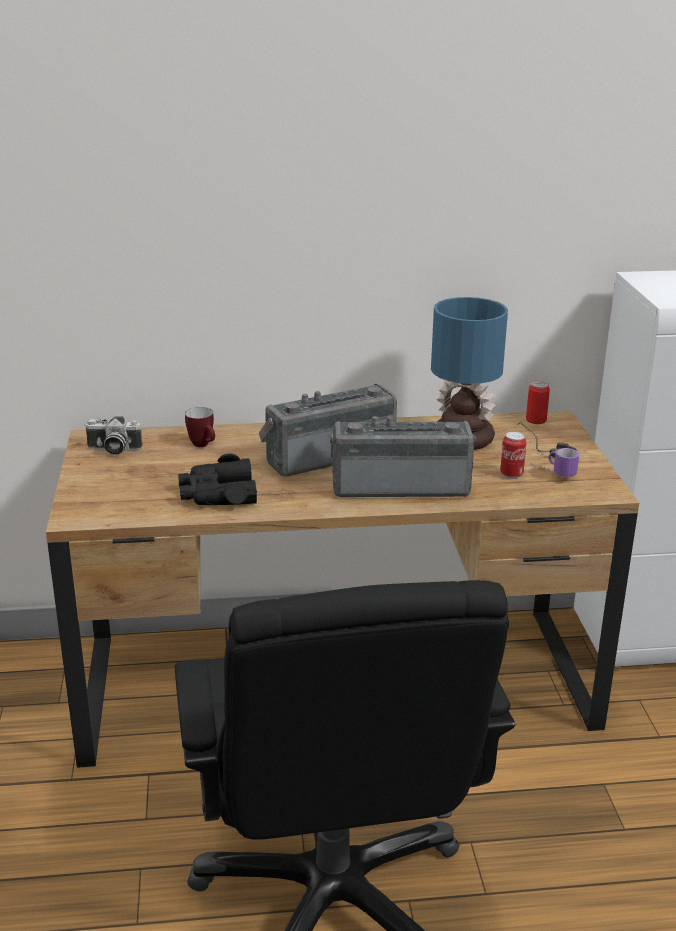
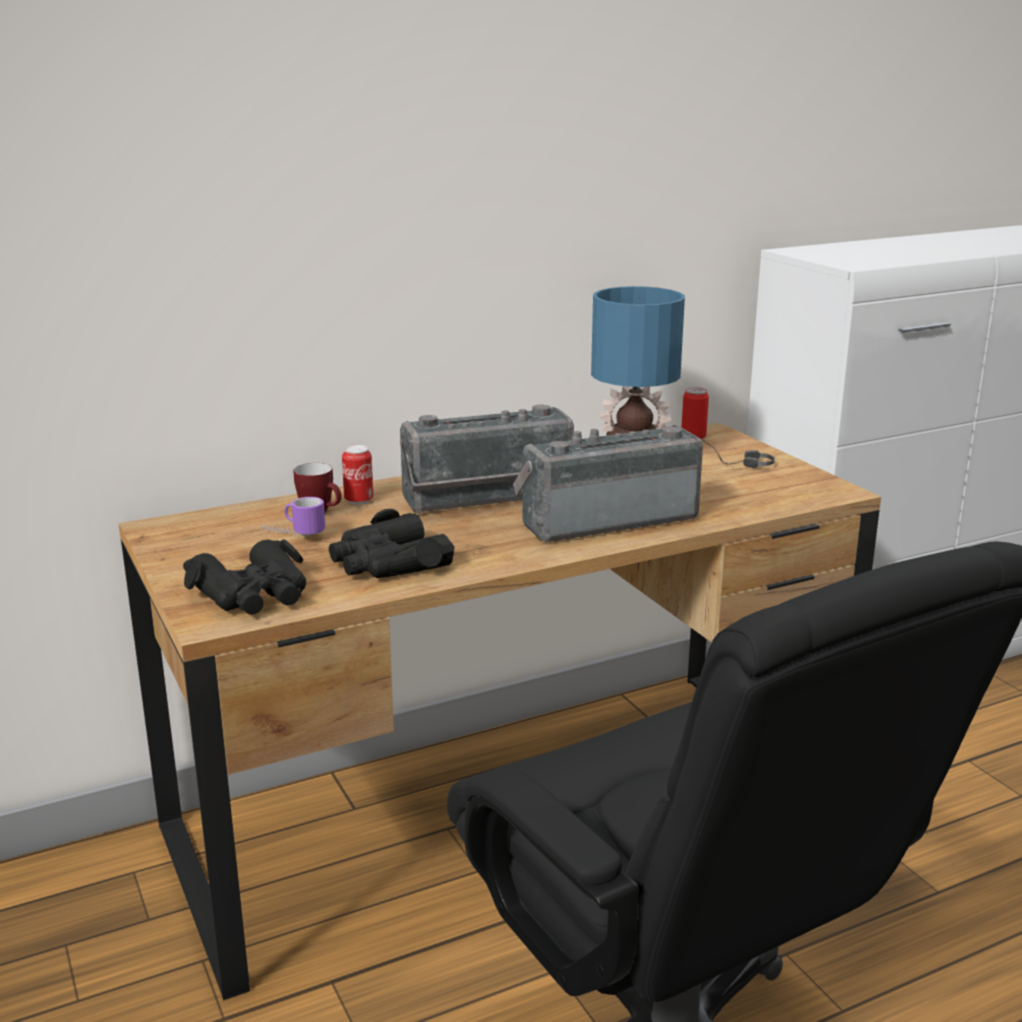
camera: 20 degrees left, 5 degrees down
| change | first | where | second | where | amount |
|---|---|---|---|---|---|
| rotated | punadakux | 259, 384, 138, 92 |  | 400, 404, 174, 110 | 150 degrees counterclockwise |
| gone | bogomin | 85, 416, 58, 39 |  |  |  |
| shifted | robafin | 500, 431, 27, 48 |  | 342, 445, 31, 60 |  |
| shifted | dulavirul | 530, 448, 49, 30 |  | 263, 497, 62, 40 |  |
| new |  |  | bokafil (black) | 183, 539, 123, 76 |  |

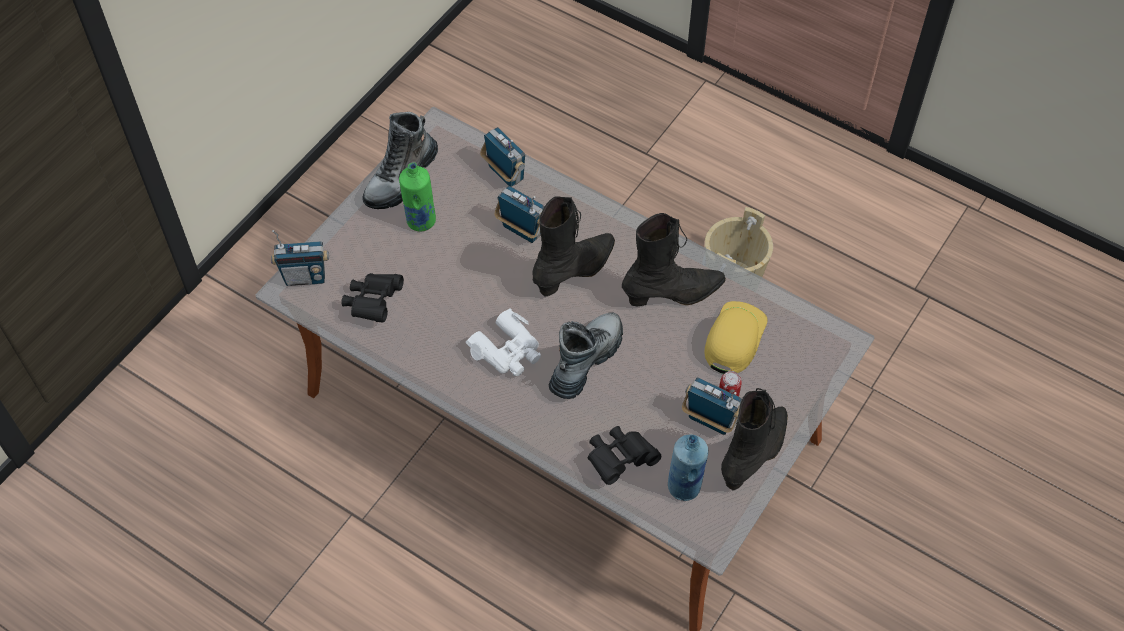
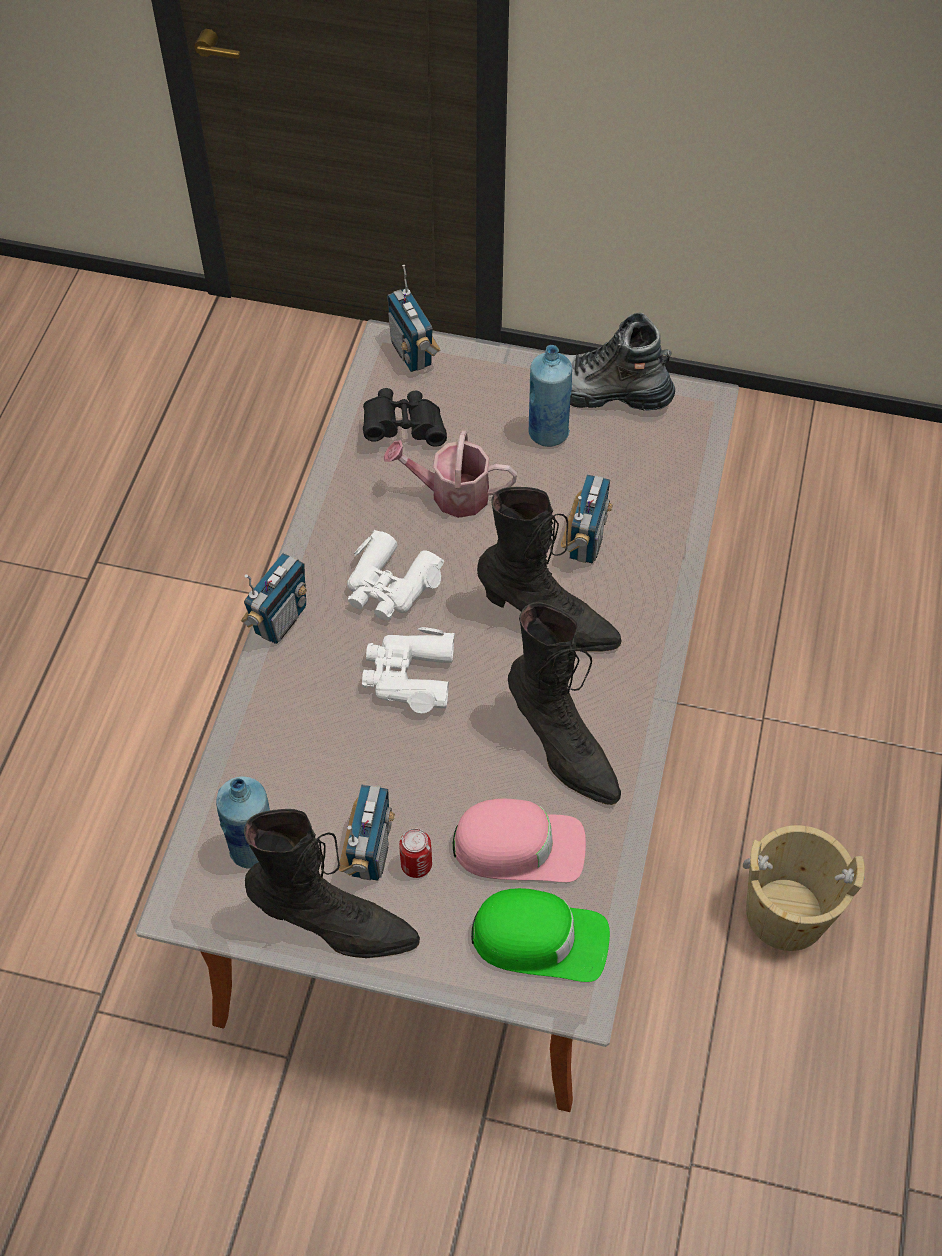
camera: 70 degrees right, 0 degrees up
| change | first | where | second | where | amount |
|---|---|---|---|---|---|
| shifted | punadakux | 480, 127, 45, 60 |  | 241, 553, 66, 91 |  |
| repainted | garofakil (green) | 399, 162, 37, 70 | garofakil (blue) | 528, 345, 44, 102 |  |
| repainted | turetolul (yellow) | 704, 301, 64, 73 | turetolul (pink) | 453, 798, 133, 84 |  |
| swapped | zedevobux | 549, 312, 74, 87 | bokafil (white) | 362, 627, 93, 86 |  |
| gone | bokafil (black) | 588, 426, 73, 59 |  |  |  |
| new |  |  | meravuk | 383, 430, 134, 88 |  |
| new |  |  | turetolul (green) | 471, 888, 139, 94 |  |

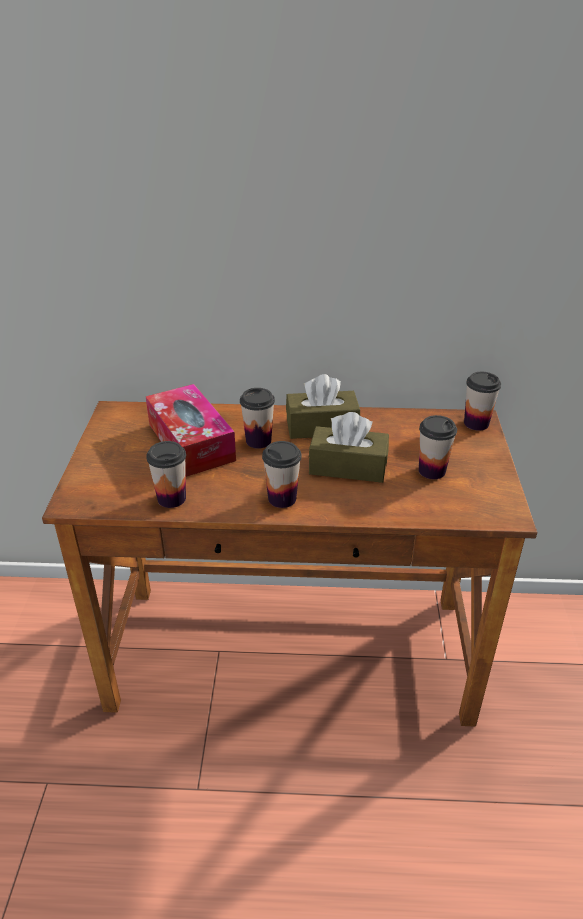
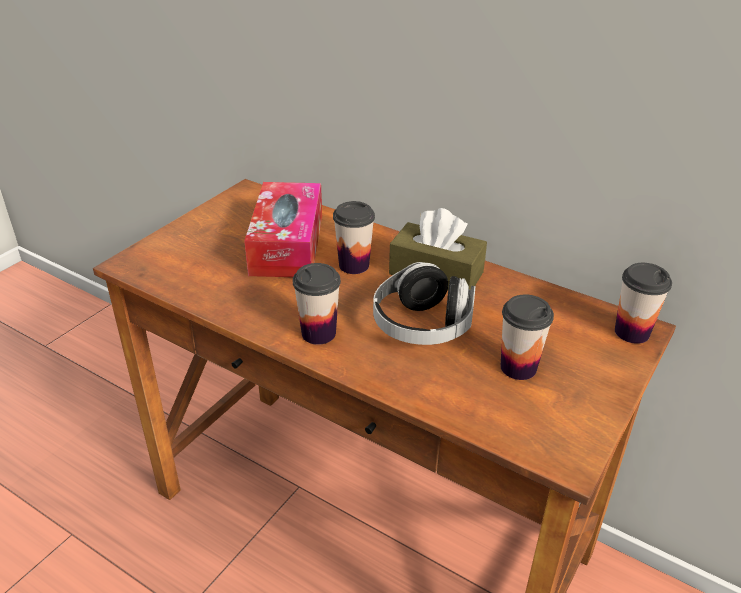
camera: 30 degrees right, 0 degrees up
| change | first | where | second | where | amount |
|---|---|---|---|---|---|
| swapped | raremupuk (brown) | 309, 412, 80, 71 | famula | 373, 262, 102, 83 |  |
| gone | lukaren | 146, 441, 40, 67 |  |  |  |

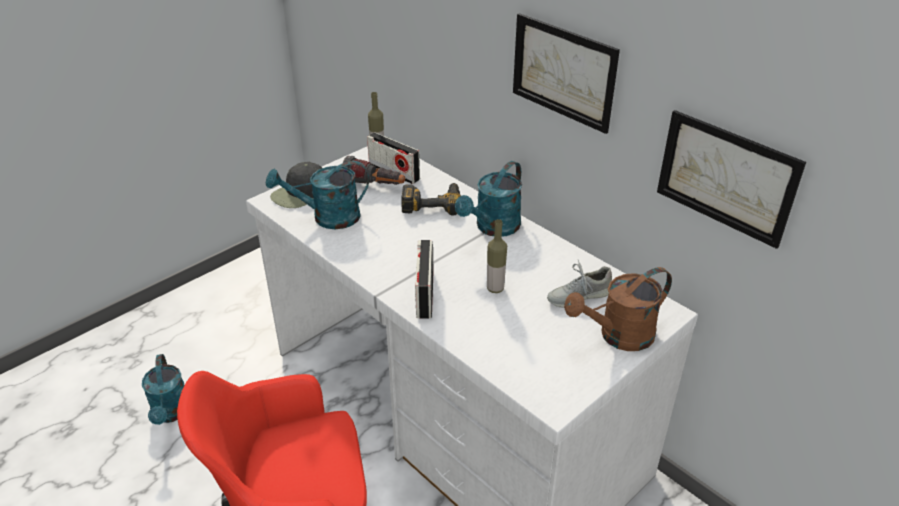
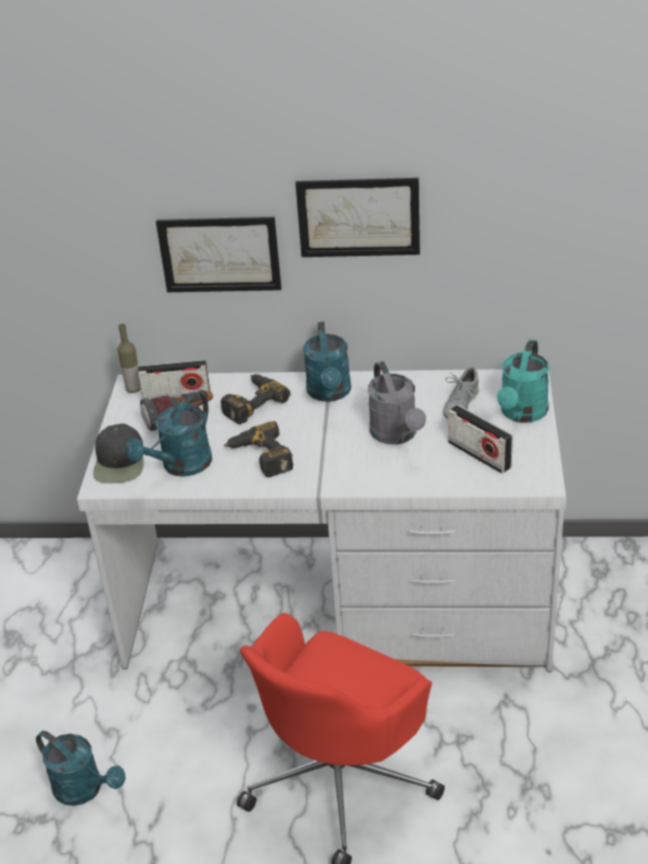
camera: 40 degrees left, 0 degrees up
| change | first | where | second | where | amount |
|---|---|---|---|---|---|
| shifted | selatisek | 657, 110, 149, 139 |  | 156, 217, 126, 75 |  |
| swapped | garofakil | 487, 219, 20, 74 | meravuk (grey) | 368, 361, 58, 83 |  |
| shifted | punadakux | 415, 240, 18, 79 |  | 448, 405, 65, 69 |  |
| repainted | meravuk (brown) | 564, 267, 108, 84 | meravuk (turquoise) | 497, 339, 53, 84 |  |
| new |  |  | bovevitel | 224, 421, 70, 56 |  |

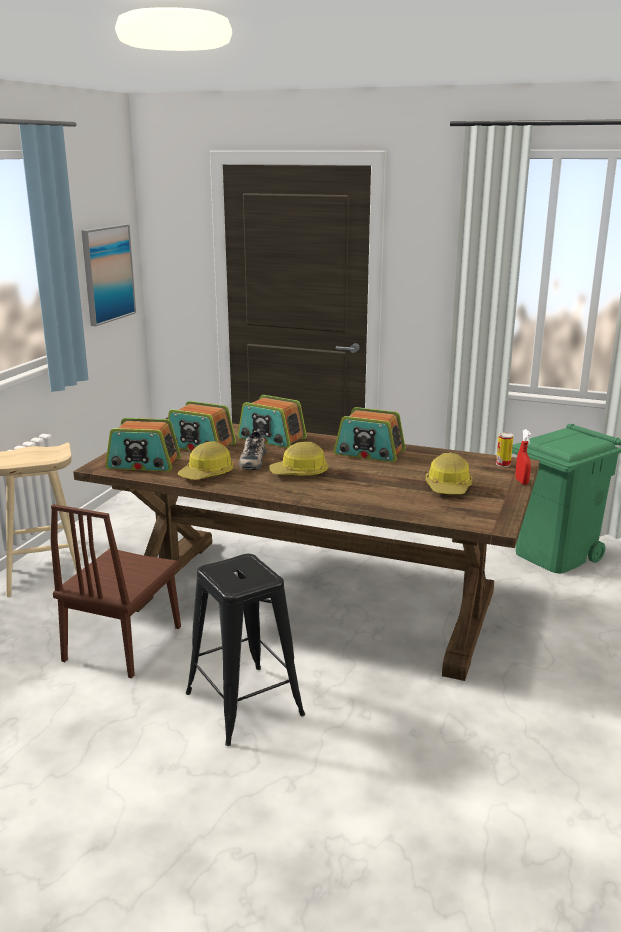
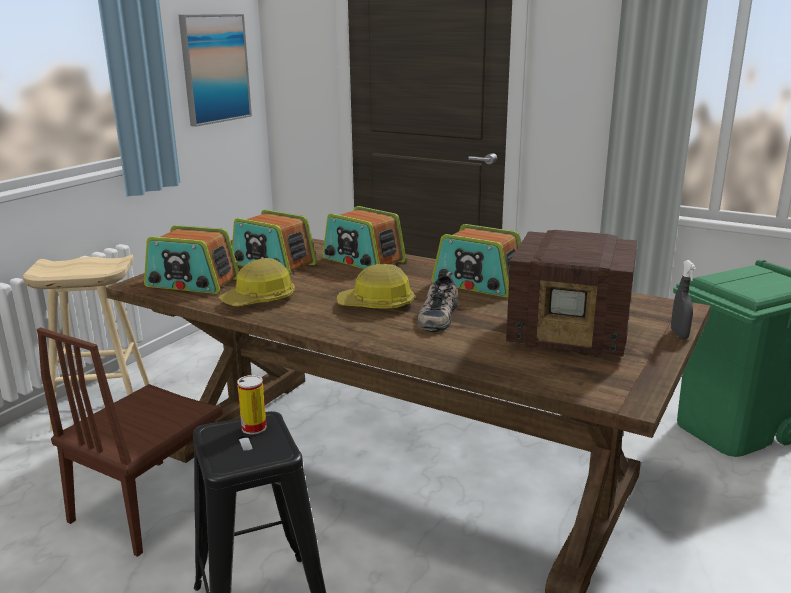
camera: 10 degrees right, 0 degrees up
| change | first | where | second | where | amount |
|---|---|---|---|---|---|
| shifted | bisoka | 239, 429, 27, 41 |  | 417, 272, 41, 60 |  |
| repainted | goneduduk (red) | 515, 429, 17, 56 | goneduduk (grey) | 671, 260, 25, 79 |  |
| shifted | robafin | 496, 432, 17, 35 |  | 237, 375, 30, 59 |  |
| swapped | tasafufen | 426, 452, 46, 42 | punadakux | 506, 230, 131, 127 |  |

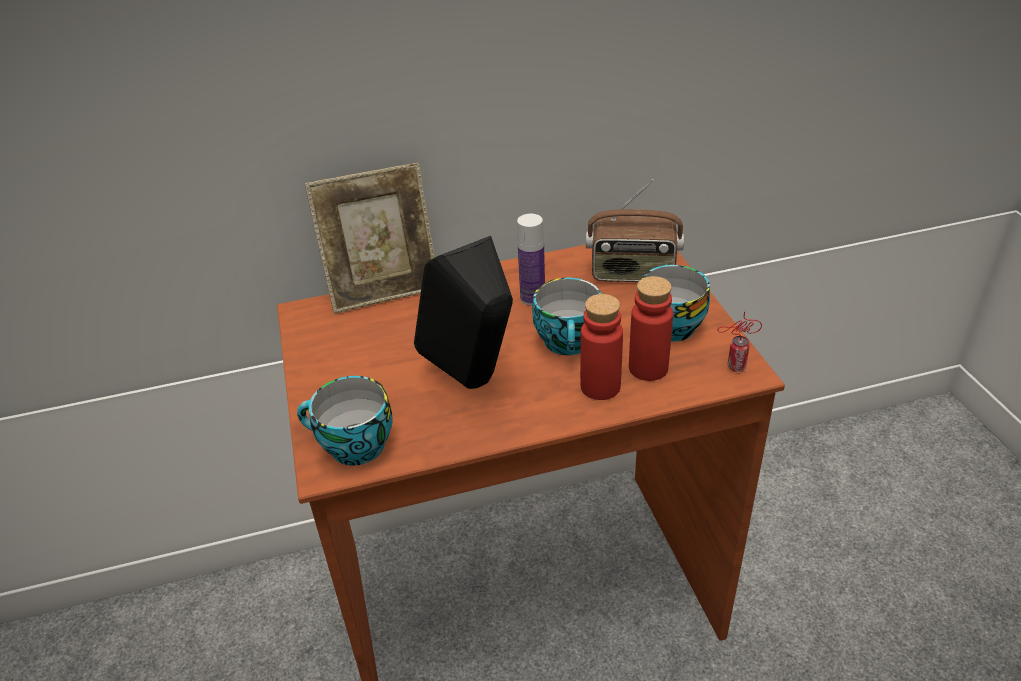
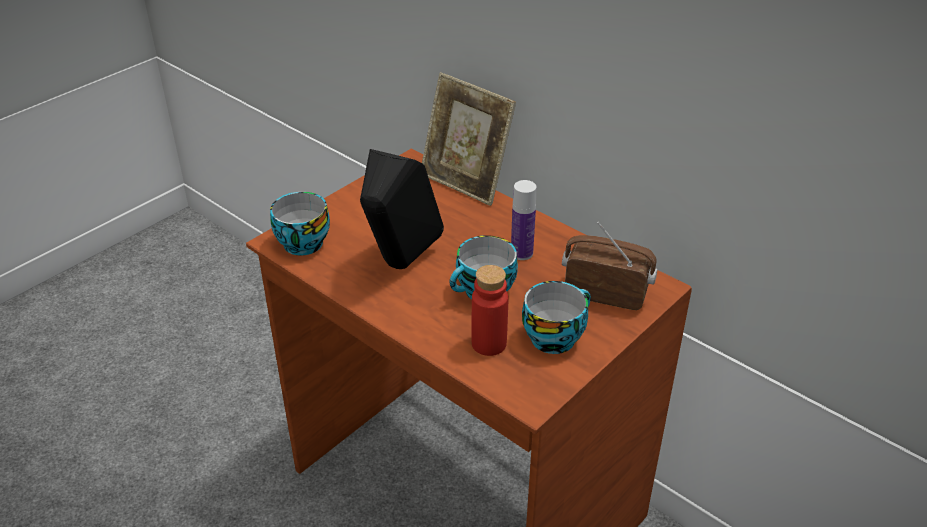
camera: 55 degrees right, 0 degrees up
| change | first | where | second | where | amount |
|---|---|---|---|---|---|
| rotated | punadakux | 586, 179, 98, 103 |  | 562, 222, 95, 88 | 135 degrees clockwise |
| gone | garofakil (red) | 580, 294, 43, 106 |  |  |  |
| gone | robafin | 717, 311, 45, 61 |  |  |  |

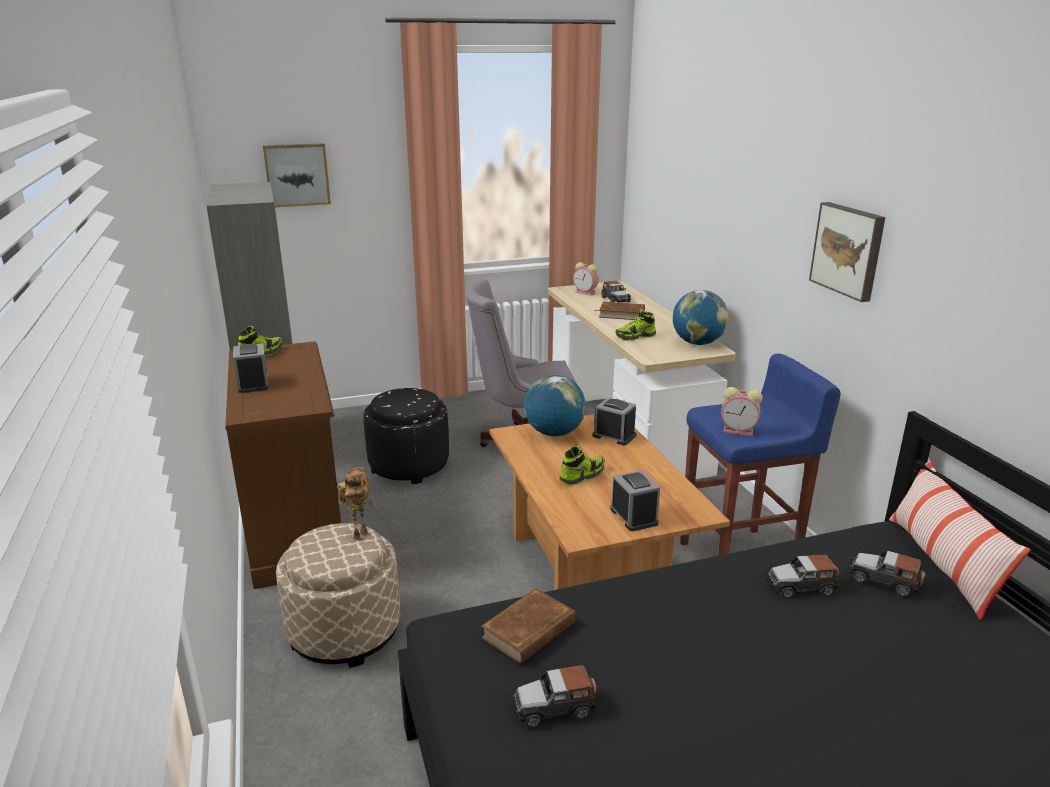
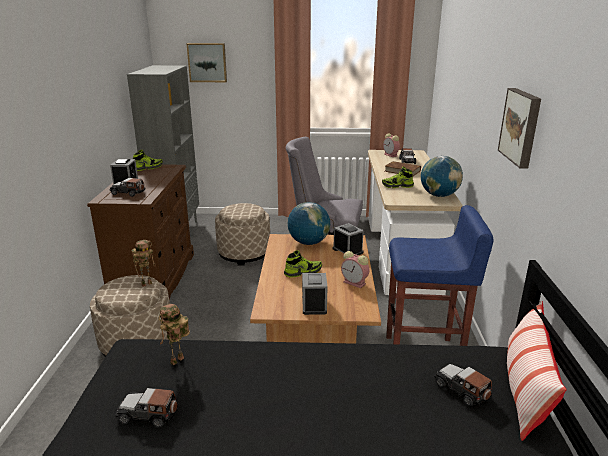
camera: 20 degrees right, 0 degrees up
| change | first | where | second | where | amount |
|---|---|---|---|---|---|
| shifted | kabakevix | 721, 387, 42, 49 |  | 341, 251, 28, 37 |  |
| repainted | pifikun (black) | 363, 388, 86, 96 | pifikun (beige) | 215, 203, 55, 63 |  |
| shifted | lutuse | 765, 554, 74, 45 |  | 109, 178, 36, 19 |  |
| swapped | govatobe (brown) | 481, 588, 95, 76 | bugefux | 159, 304, 31, 61 |  |

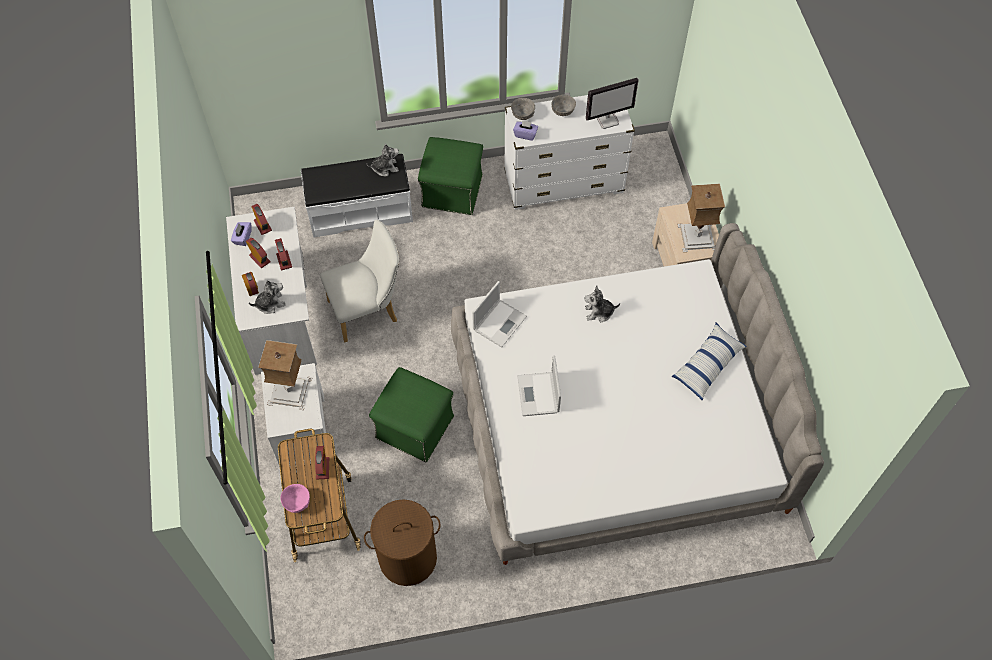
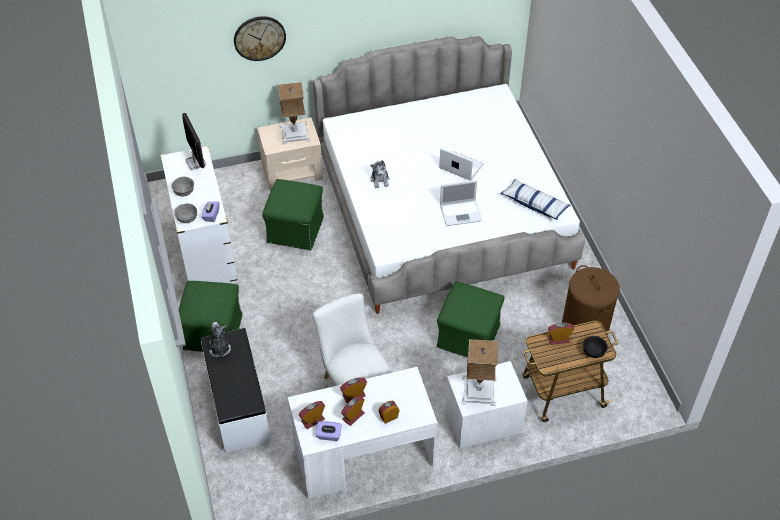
camera: 95 degrees left, 10 degrees down
| change | first | where | second | where | amount |
|---|---|---|---|---|---|
| gone | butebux | 249, 280, 37, 34 |  |  |  |
| shifted | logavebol | 472, 281, 55, 67 |  | 439, 148, 45, 33 |  |
| shifted | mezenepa | 672, 323, 75, 77 |  | 500, 179, 70, 41 |  |
| repainted | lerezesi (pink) | 280, 484, 30, 29 | lerezesi (black) | 583, 336, 25, 22 |  |
| new |  |  | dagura | 234, 16, 52, 45 |  |
| new |  |  | pifikun (green) | 262, 179, 62, 72 |  |

